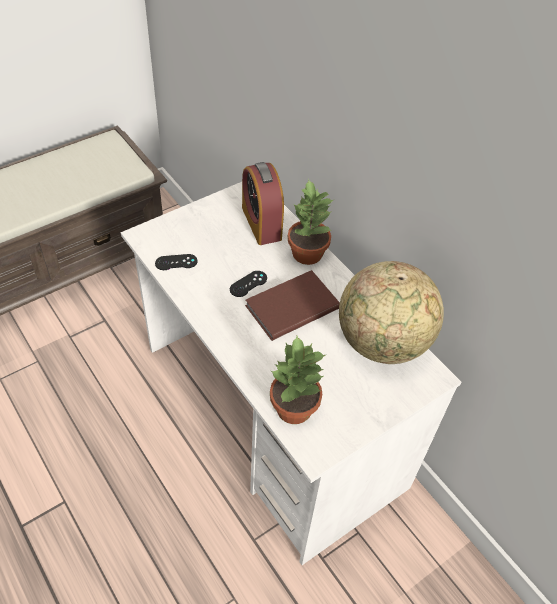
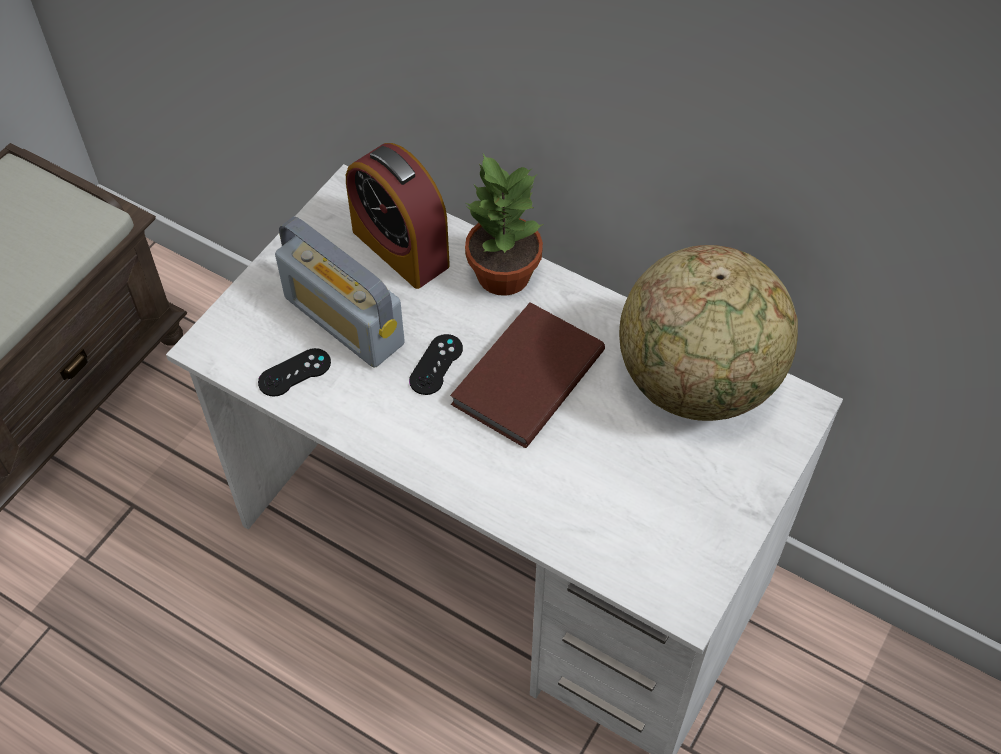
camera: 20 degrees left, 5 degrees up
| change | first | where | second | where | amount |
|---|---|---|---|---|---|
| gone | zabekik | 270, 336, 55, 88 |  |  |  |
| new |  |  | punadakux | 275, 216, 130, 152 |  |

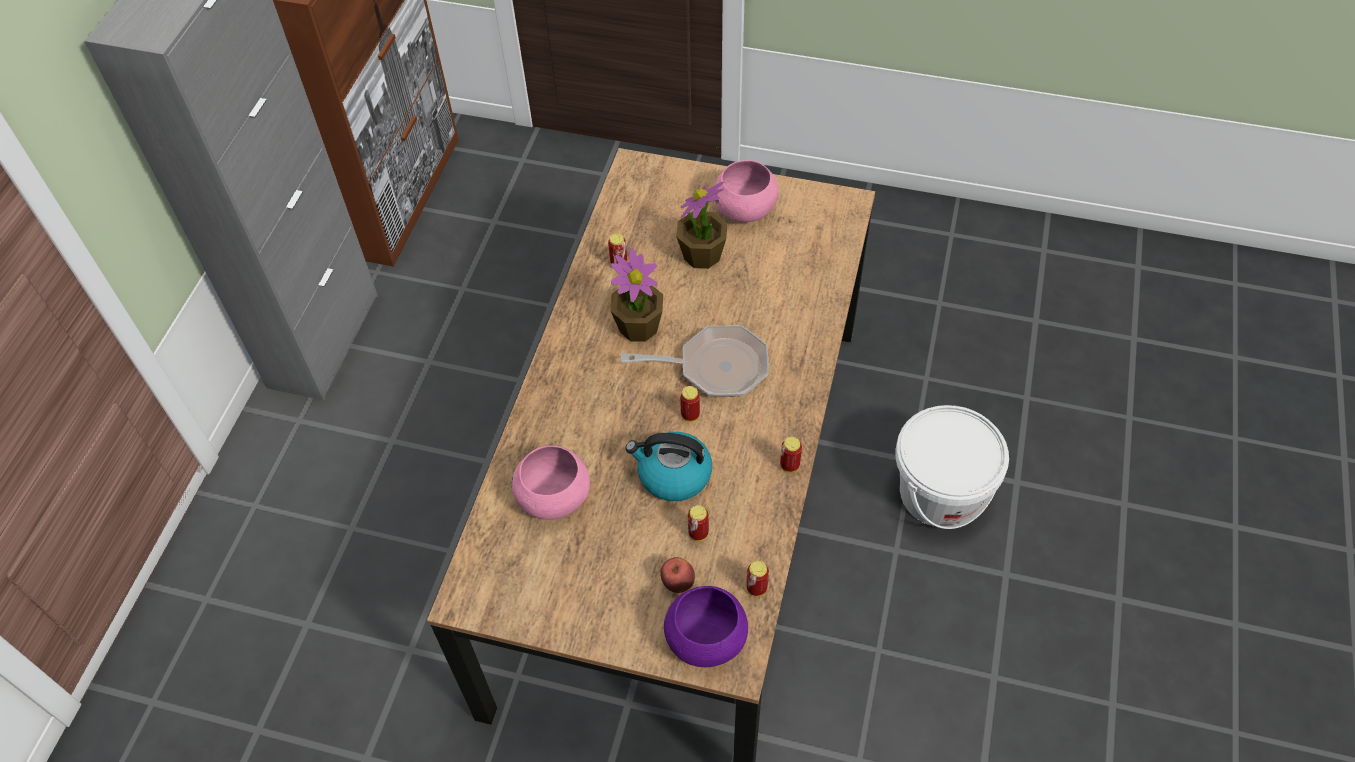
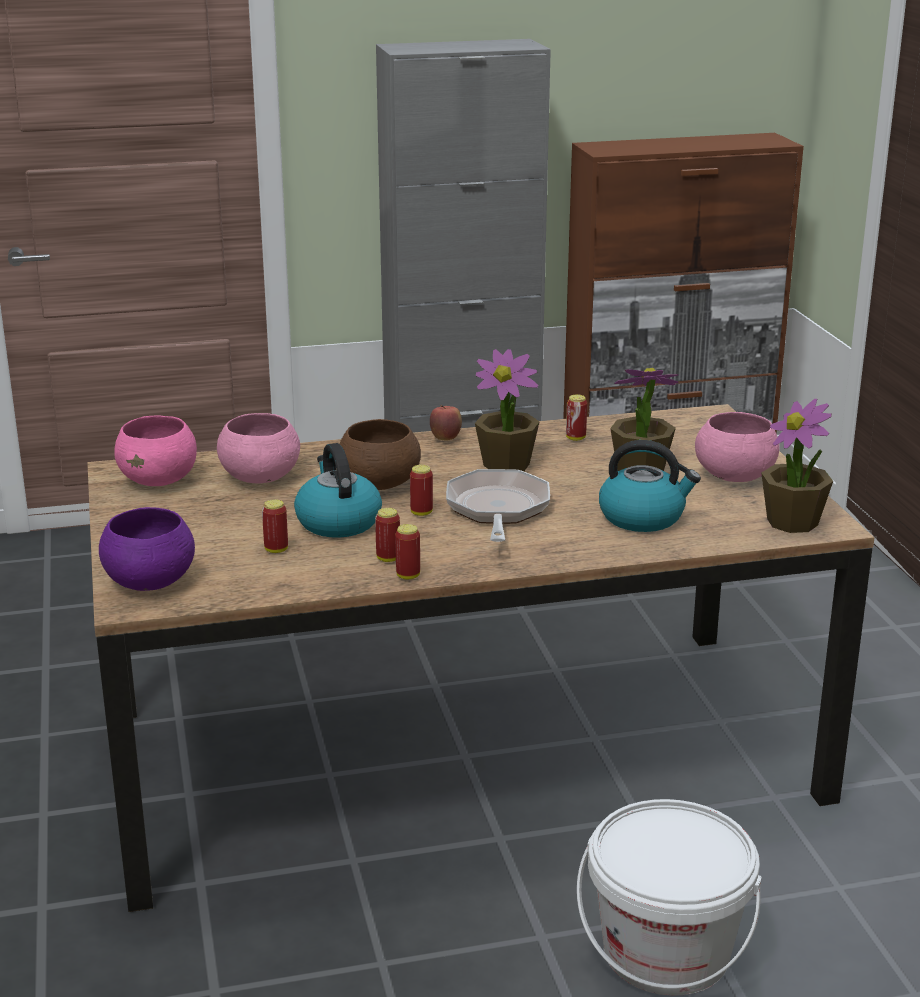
camera: 60 degrees right, 30 degrees down
| change | first | where | second | where | amount |
|---|---|---|---|---|---|
| rotated | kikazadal | 621, 325, 148, 72 |  | 446, 469, 104, 73 | 150 degrees counterclockwise |
| shifted | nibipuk | 660, 557, 35, 36 |  | 430, 405, 32, 35 |  |
| shifted | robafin | 746, 561, 23, 36 |  | 375, 508, 25, 54 |  |
| new |  |  | zabekik | 761, 399, 72, 134 |  |
| new |  |  | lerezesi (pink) | 114, 415, 83, 71 |  |
| new |  |  | lerezesi (brown) | 340, 419, 81, 71 |  |
| new |  |  | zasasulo | 599, 440, 102, 92 |  |

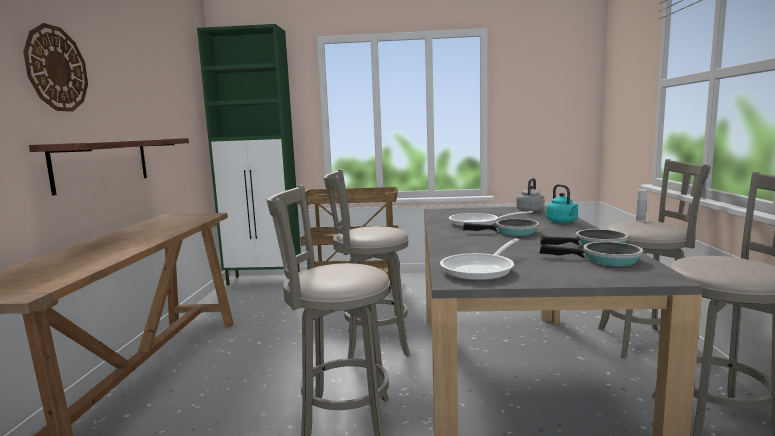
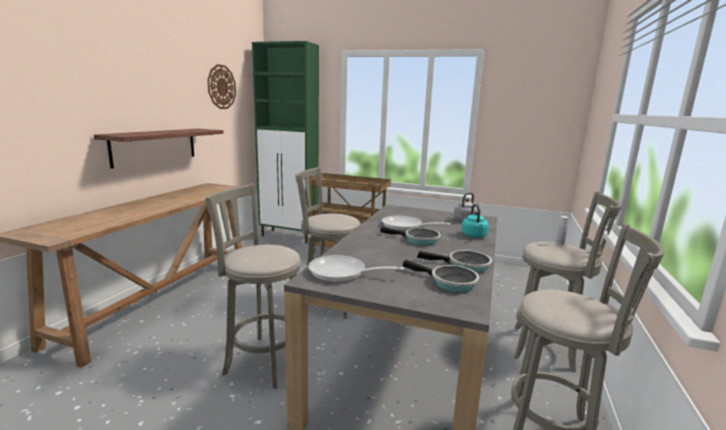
camera: 15 degrees right, 5 degrees up
| change | first | where | second | where | amount |
|---|---|---|---|---|---|
| shifted | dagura | 23, 23, 65, 89 |  | 207, 64, 29, 45 |  |
| rotated | kikazadal | 440, 238, 79, 43 |  | 308, 255, 96, 27 | 45 degrees clockwise |

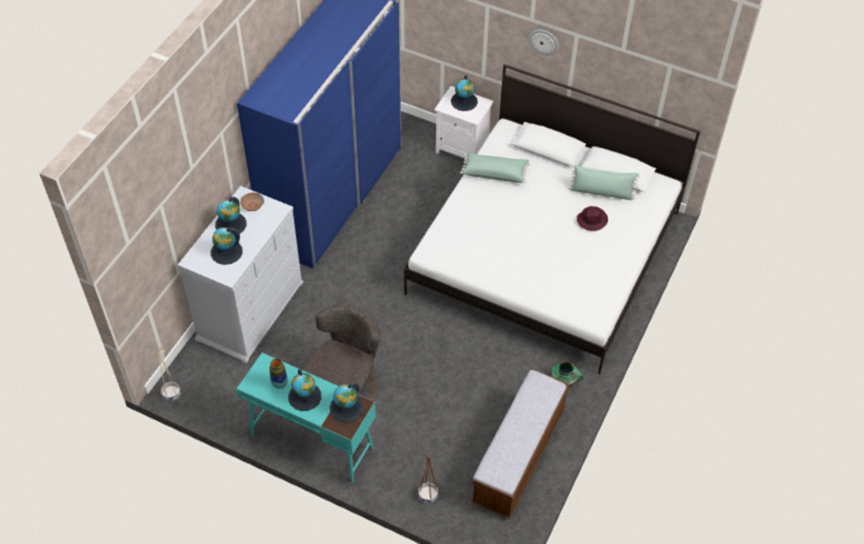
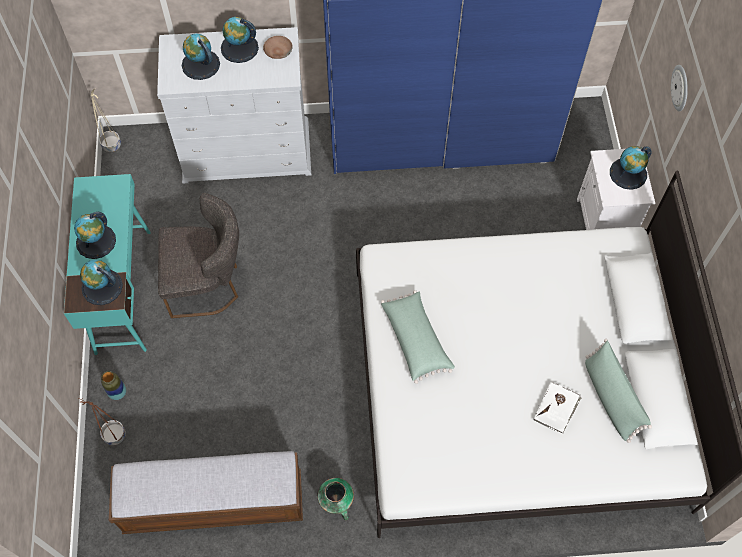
camera: 60 degrees right, 10 degrees up
| change | first | where | second | where | amount |
|---|---|---|---|---|---|
| shifted | dagura | 529, 29, 30, 26 |  | 671, 65, 17, 46 |  |
| shifted | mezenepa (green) | 460, 153, 70, 30 |  | 381, 290, 74, 94 |  |
| swapped | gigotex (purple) | 577, 206, 31, 25 | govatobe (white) | 533, 382, 49, 52 |  |
| shifted | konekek | 270, 359, 18, 30 |  | 101, 371, 25, 29 |  |

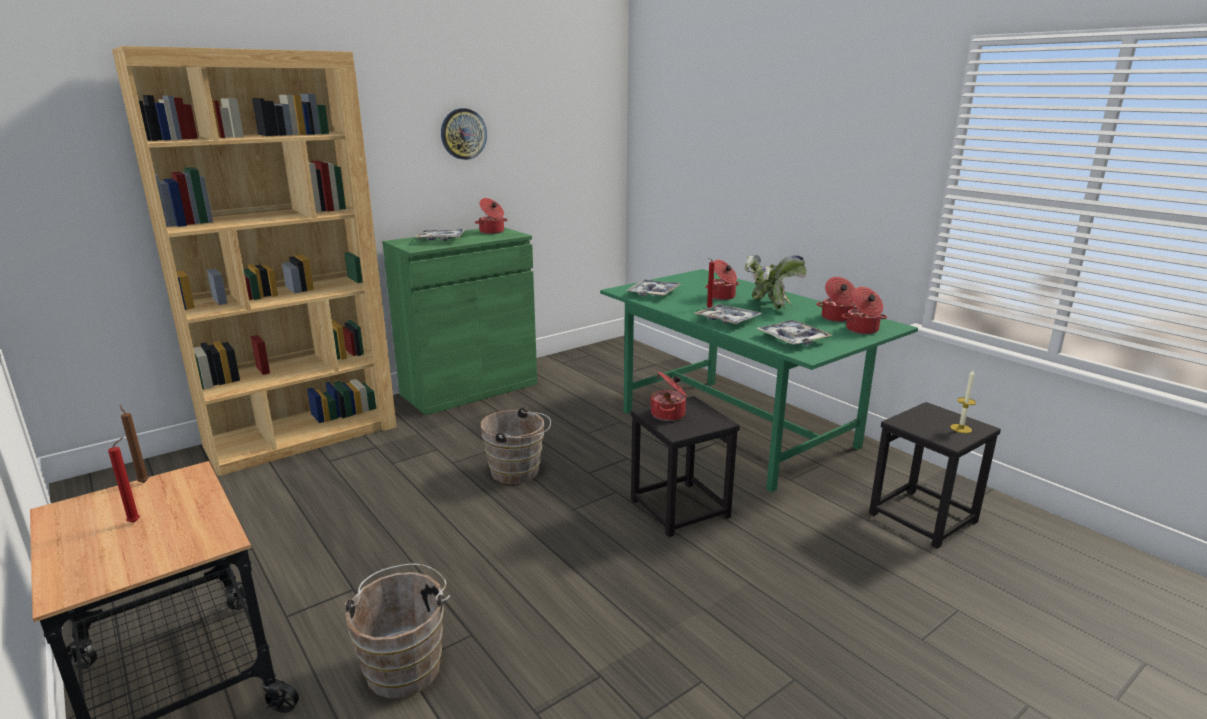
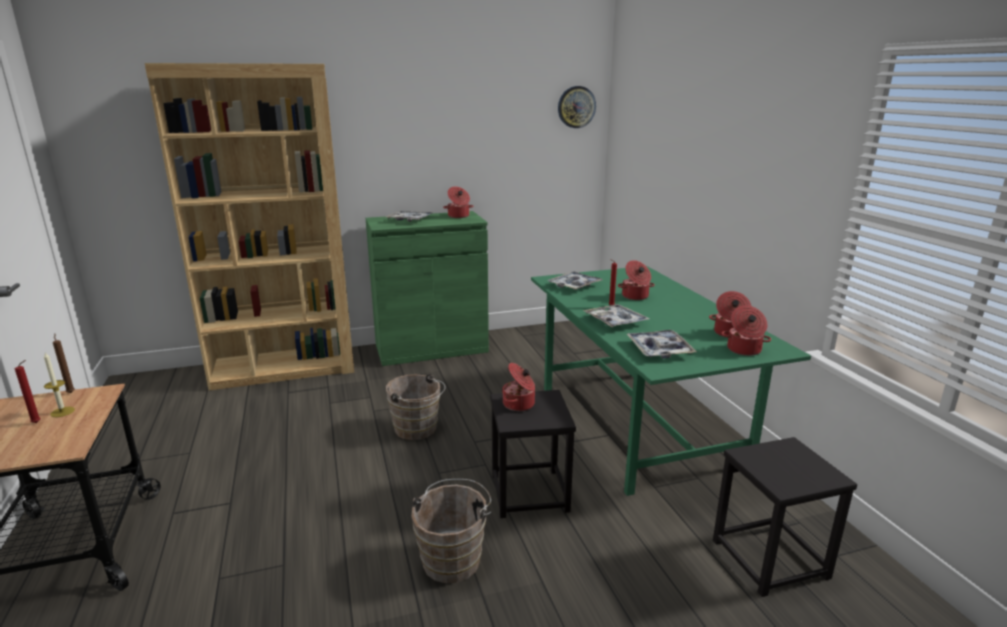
camera: 20 degrees right, 0 degrees up
| change | first | where | second | where | amount |
|---|---|---|---|---|---|
| shifted | dagura | 441, 108, 46, 52 |  | 558, 86, 38, 42 |  |
| gone | zabekik | 745, 255, 62, 54 |  |  |  |
| shifted | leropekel | 950, 370, 26, 63 |  | 44, 353, 31, 64 |  |
| shifted | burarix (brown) | 344, 564, 106, 134 |  | 411, 479, 80, 104 |  |

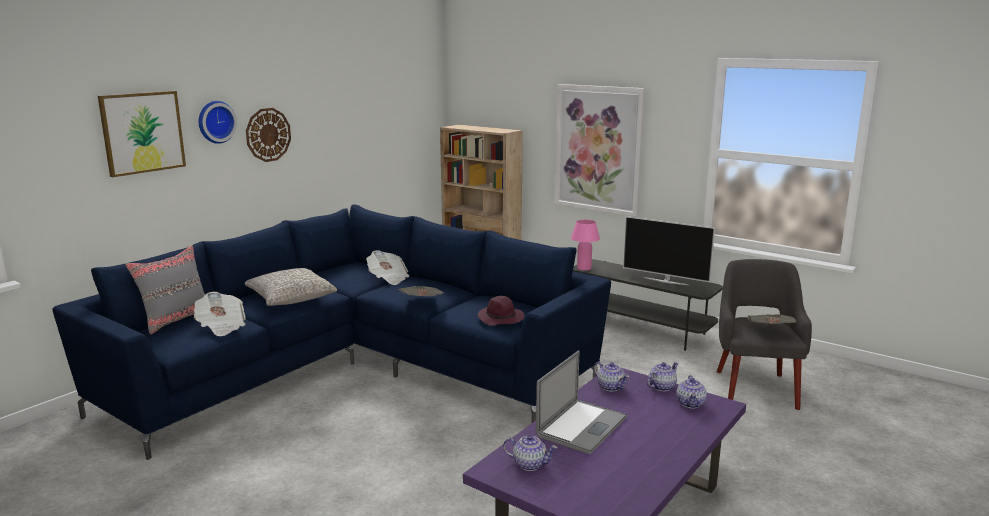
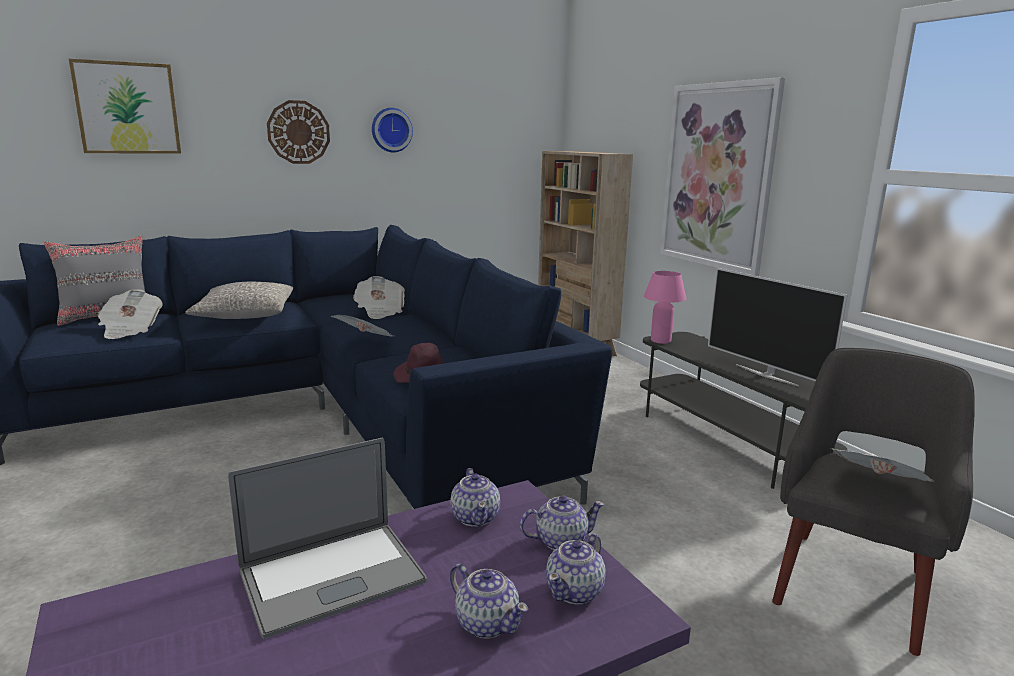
camera: 25 degrees right, 0 degrees up
| change | first | where | second | where | amount |
|---|---|---|---|---|---|
| shifted | dagura | 199, 101, 38, 43 |  | 372, 108, 41, 44 |  |
| shifted | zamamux | 503, 435, 55, 36 |  | 450, 563, 78, 75 |  |

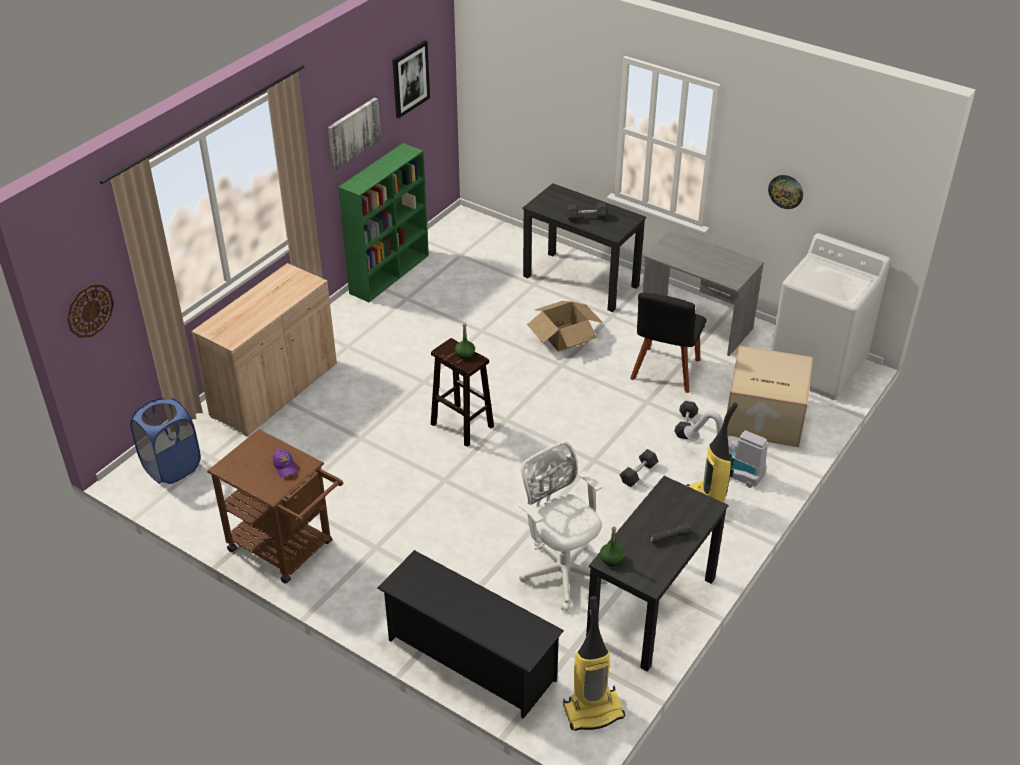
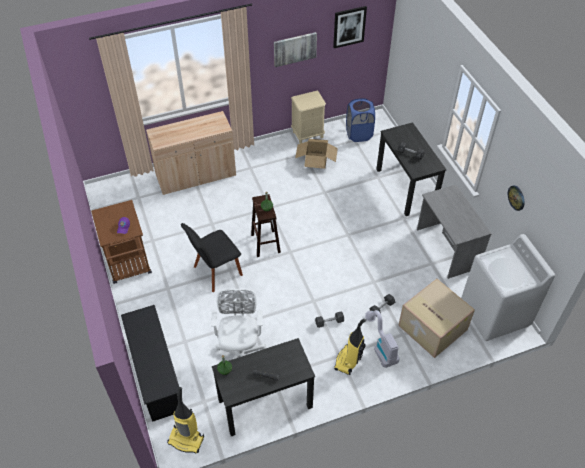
camera: 35 degrees right, 10 degrees up
| change | first | where | second | where | amount |
|---|---|---|---|---|---|
| swapped | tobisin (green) | 338, 143, 91, 159 | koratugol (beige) | 291, 90, 35, 54 |  |
| gone | dagura | 67, 284, 47, 54 |  |  |  |
| shifted | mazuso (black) | 630, 293, 77, 100 |  | 181, 223, 62, 69 |  |
| shifted | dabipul | 527, 301, 76, 50 |  | 295, 139, 43, 30 |  |
| shifted | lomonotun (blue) | 130, 398, 71, 86 |  | 346, 98, 29, 44 |  |

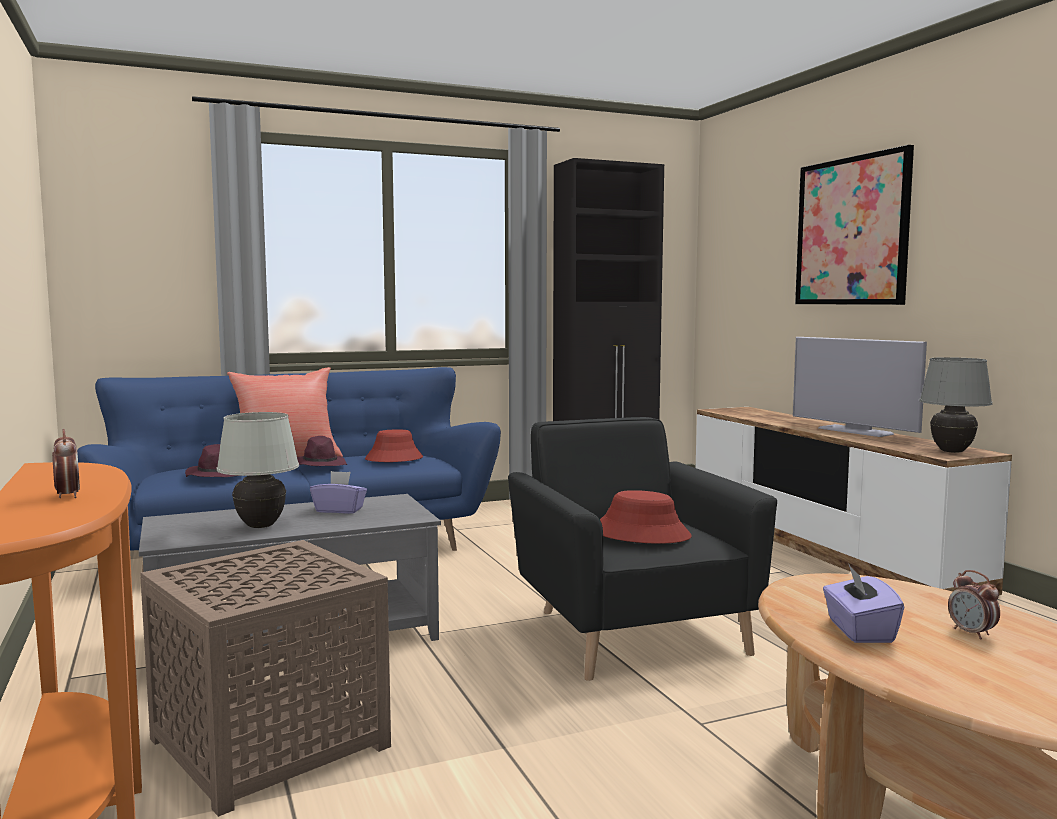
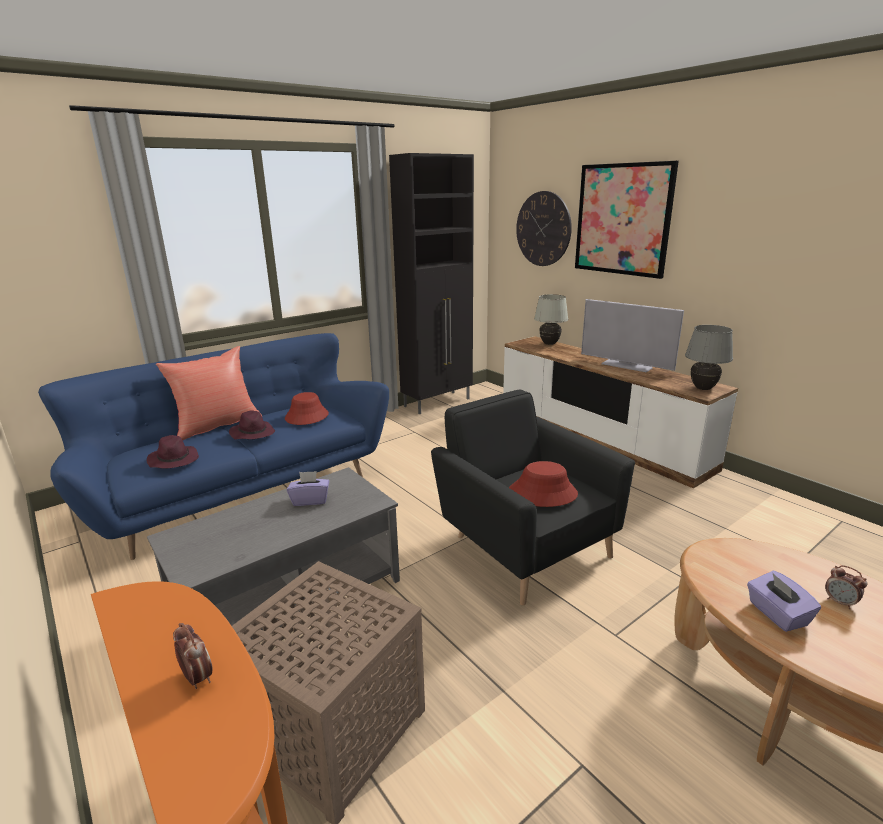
camera: 15 degrees left, 15 degrees up
| change | first | where | second | where | amount |
|---|---|---|---|---|---|
| shifted | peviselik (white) | 216, 412, 83, 116 |  | 534, 294, 34, 51 |  |
| new |  |  | dagura | 516, 191, 56, 75 |  |

